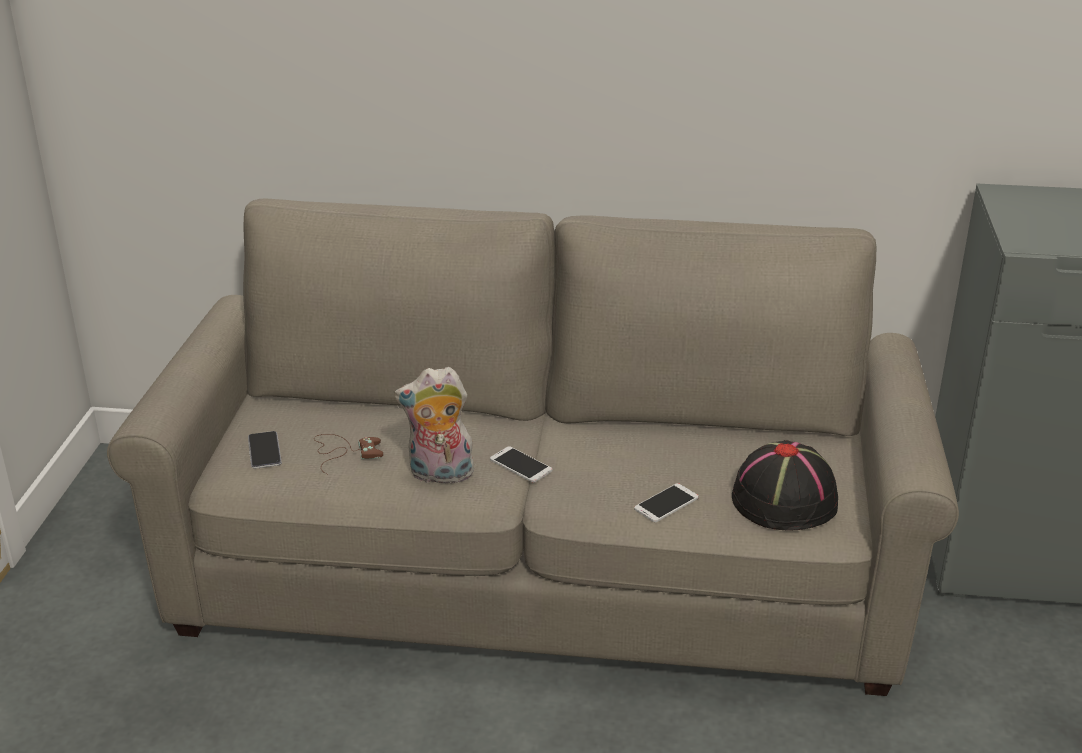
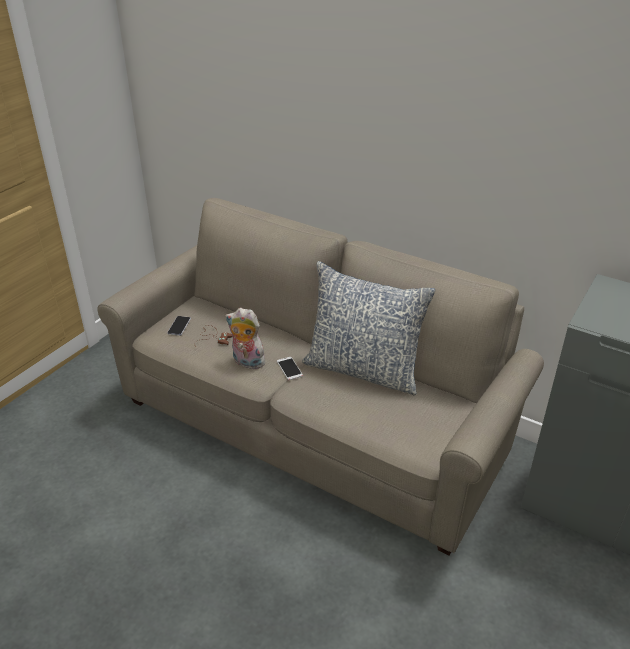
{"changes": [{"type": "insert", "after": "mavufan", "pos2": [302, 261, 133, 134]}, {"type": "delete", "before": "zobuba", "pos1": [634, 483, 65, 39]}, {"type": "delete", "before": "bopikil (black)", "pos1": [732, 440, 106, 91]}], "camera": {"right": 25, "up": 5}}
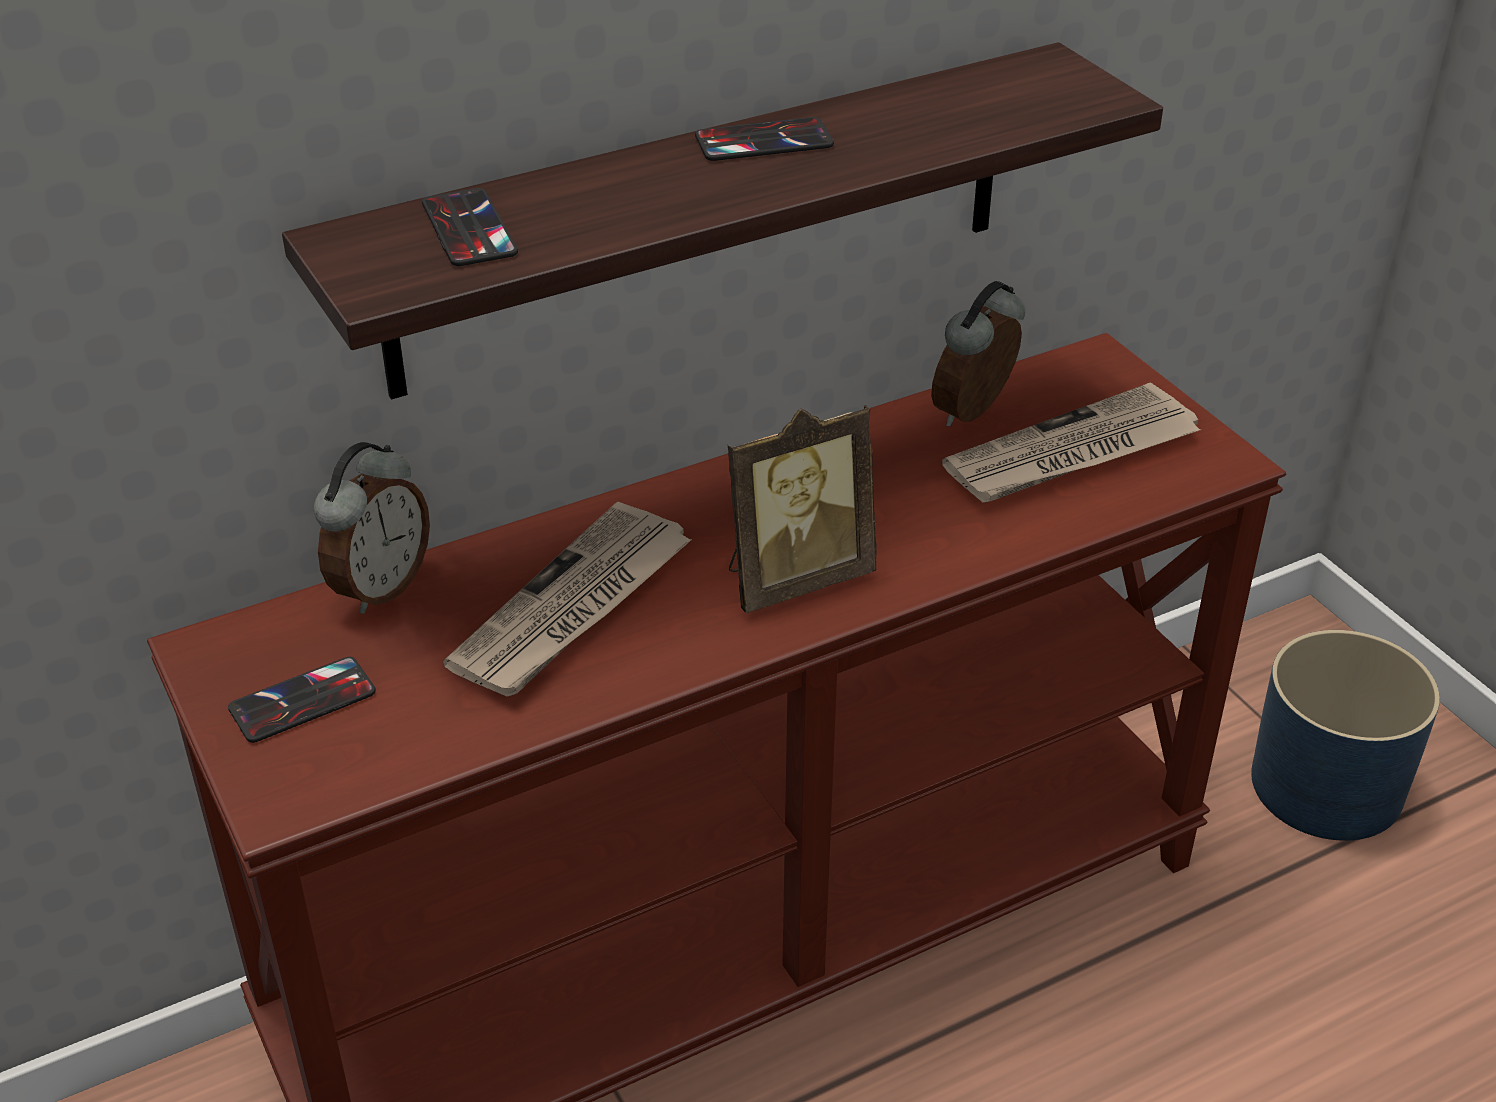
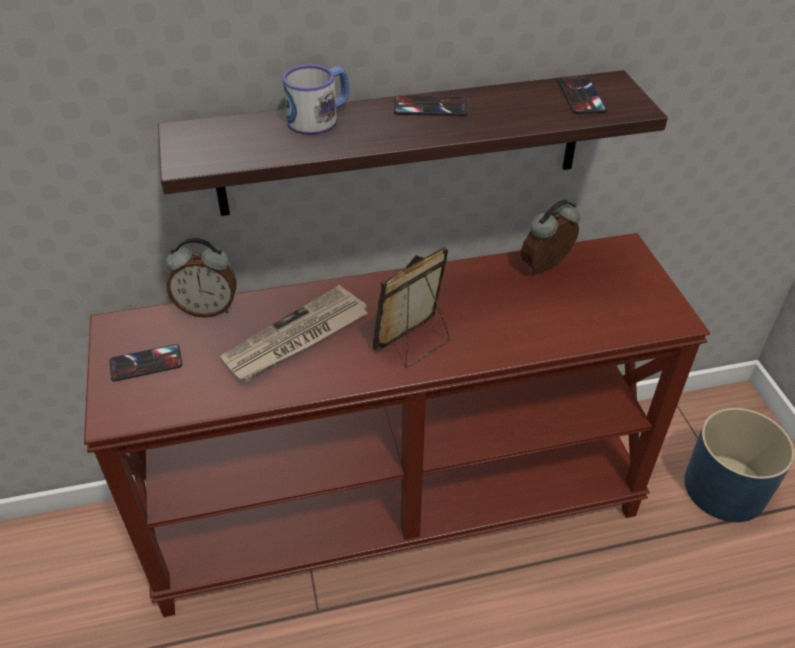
{"changes": [{"type": "rotate", "before": "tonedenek", "pos1": [314, 442, 116, 172], "pos2": [166, 238, 71, 80], "turn": 45}, {"type": "insert", "after": "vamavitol", "pos2": [282, 65, 67, 70]}, {"type": "rotate", "before": "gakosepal", "pos1": [728, 405, 149, 208], "pos2": [373, 247, 77, 121], "turn": 150}, {"type": "move", "before": "zobuba", "pos1": [422, 188, 96, 78], "pos2": [558, 76, 49, 38]}, {"type": "delete", "before": "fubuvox", "pos1": [942, 382, 259, 121]}], "camera": {"right": 15, "up": 5}}
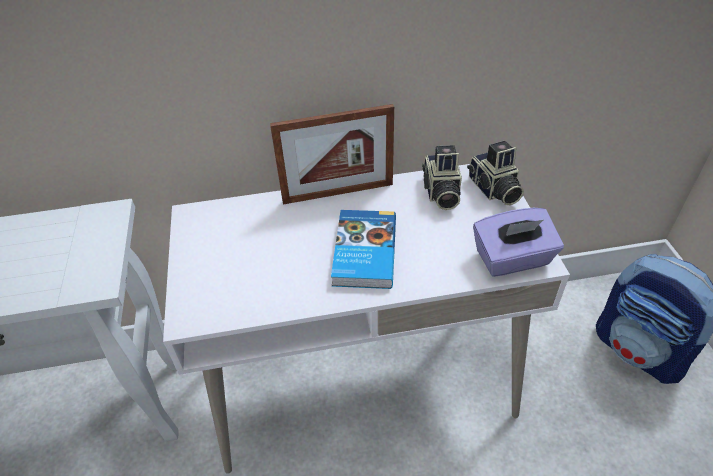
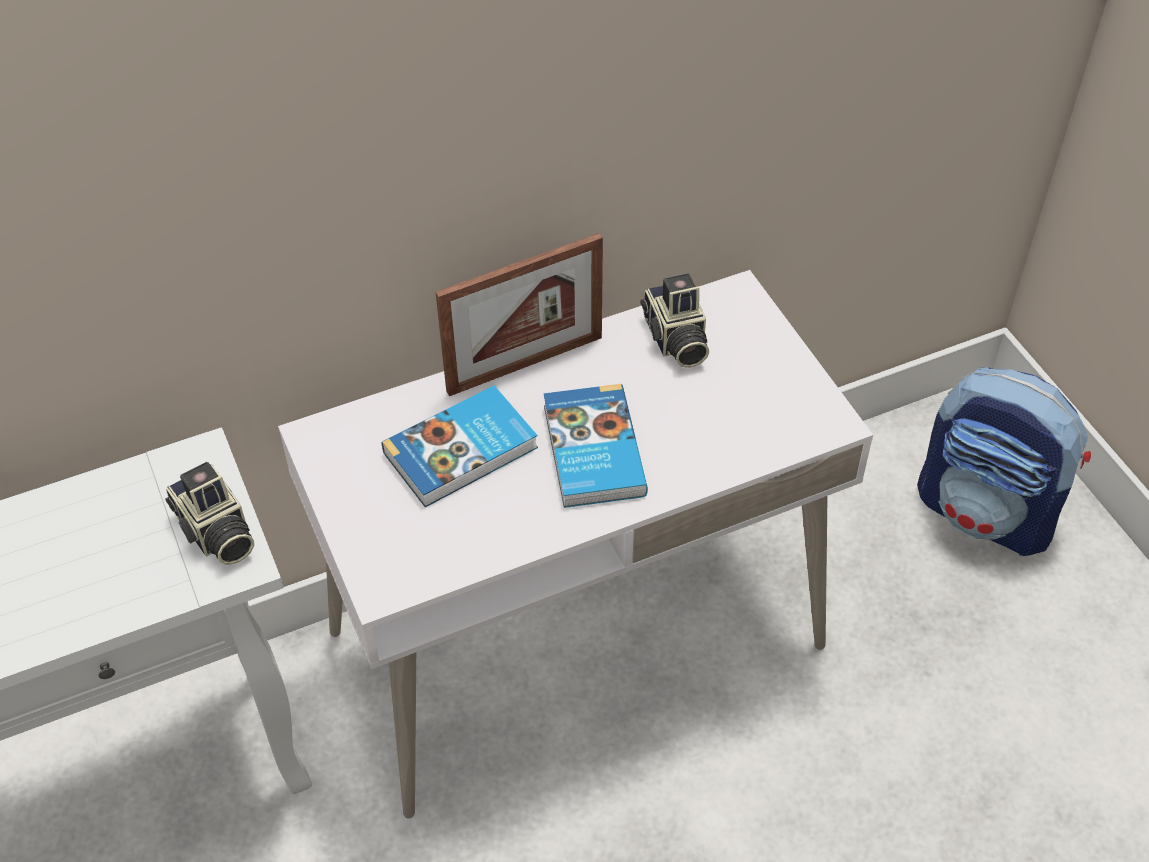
{"changes": [{"type": "move", "before": "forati", "pos1": [467, 141, 57, 64], "pos2": [165, 462, 89, 103]}, {"type": "insert", "after": "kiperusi", "pos2": [382, 385, 156, 122]}, {"type": "delete", "before": "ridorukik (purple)", "pos1": [473, 208, 91, 69]}], "camera": {"right": -15, "up": 5}}
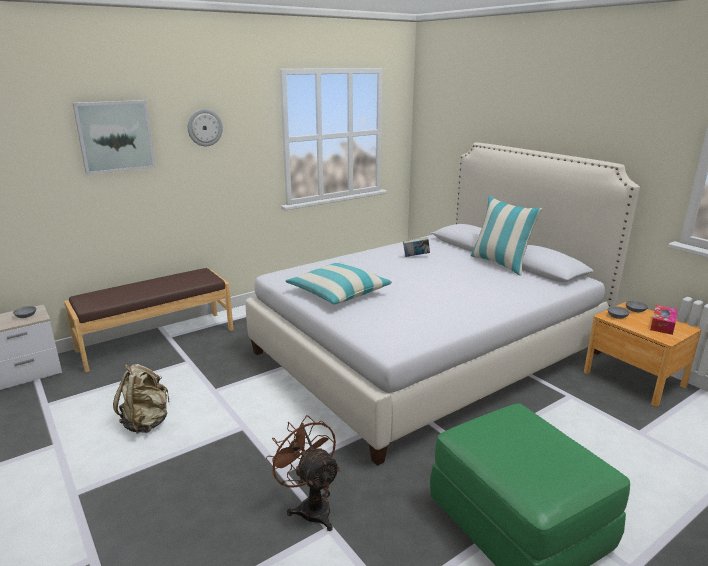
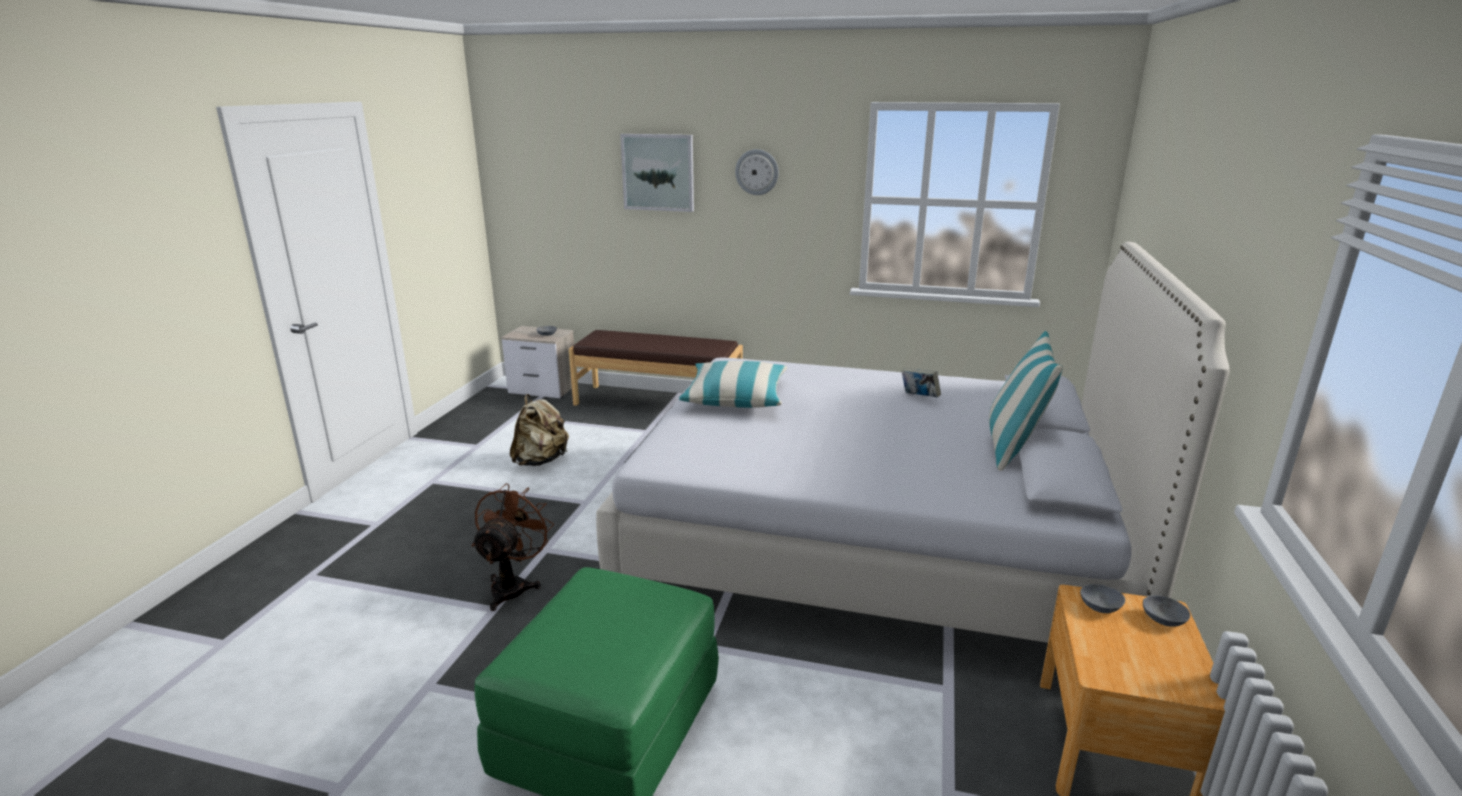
{"changes": [{"type": "delete", "before": "ridorukik", "pos1": [650, 305, 28, 30]}], "camera": {"right": 50, "up": 0}}
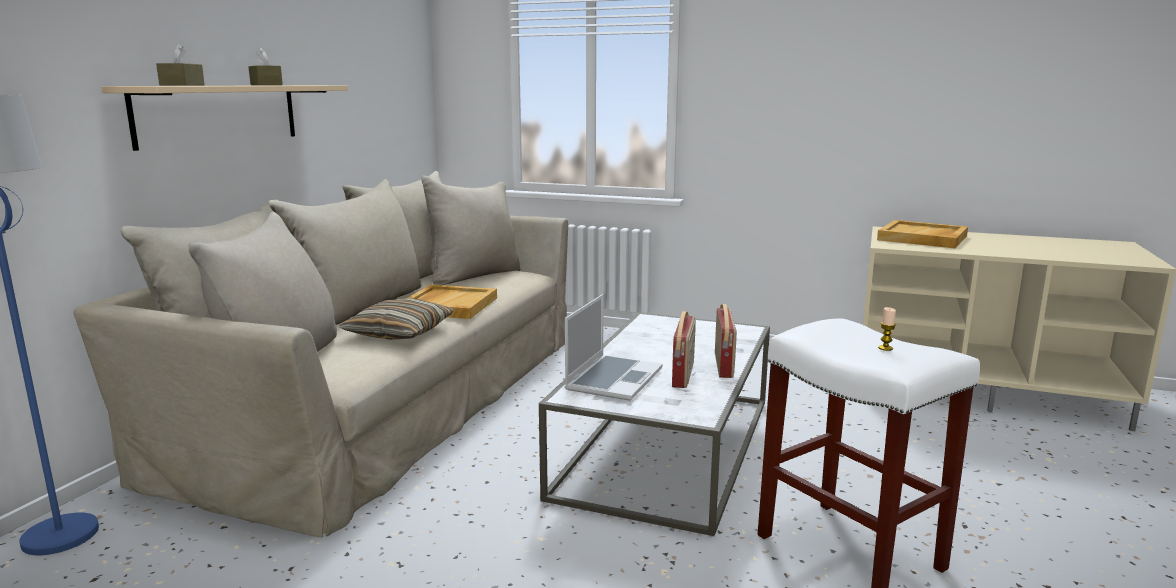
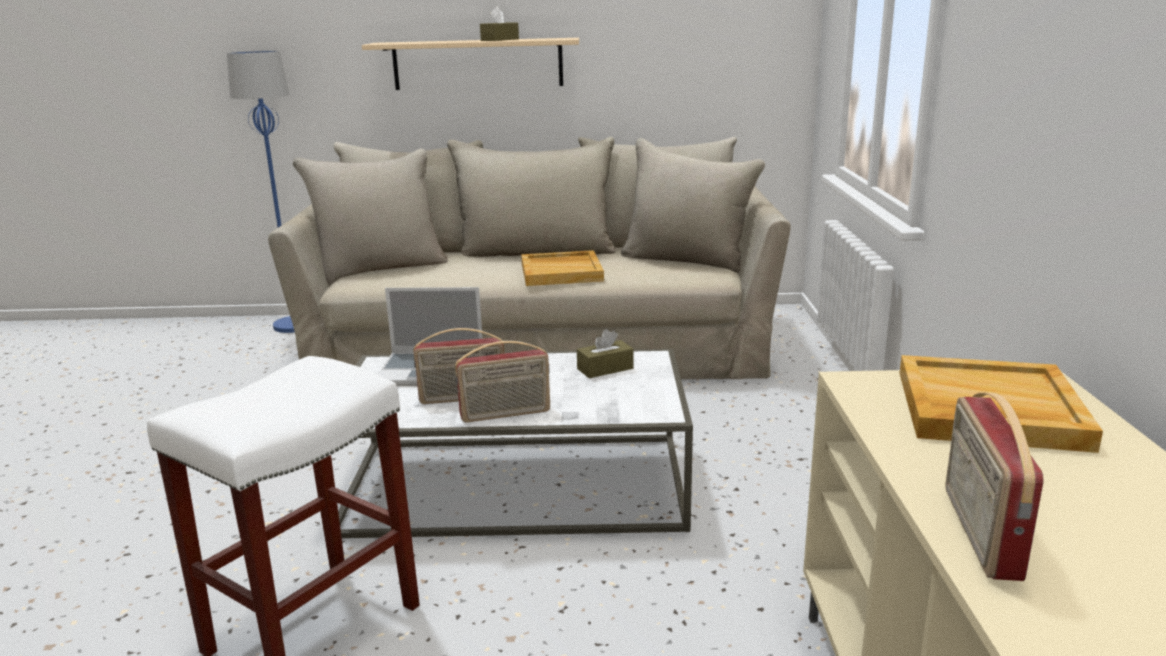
{"changes": [{"type": "move", "before": "ridorukik (brown)", "pos1": [156, 43, 49, 43], "pos2": [577, 329, 57, 49]}, {"type": "insert", "after": "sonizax", "pos2": [945, 393, 99, 188]}, {"type": "delete", "before": "mavufan", "pos1": [339, 298, 115, 42]}, {"type": "delete", "before": "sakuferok", "pos1": [878, 307, 18, 44]}], "camera": {"right": 70, "up": 5}}
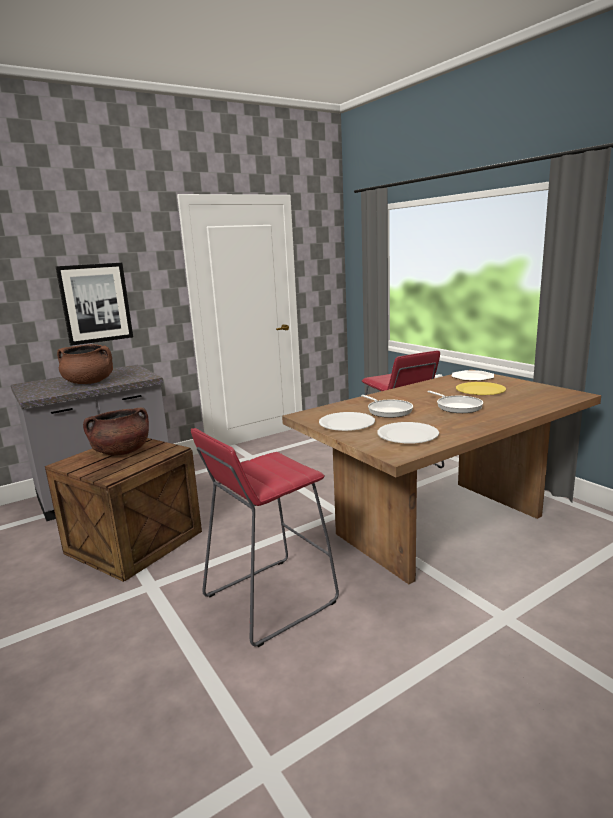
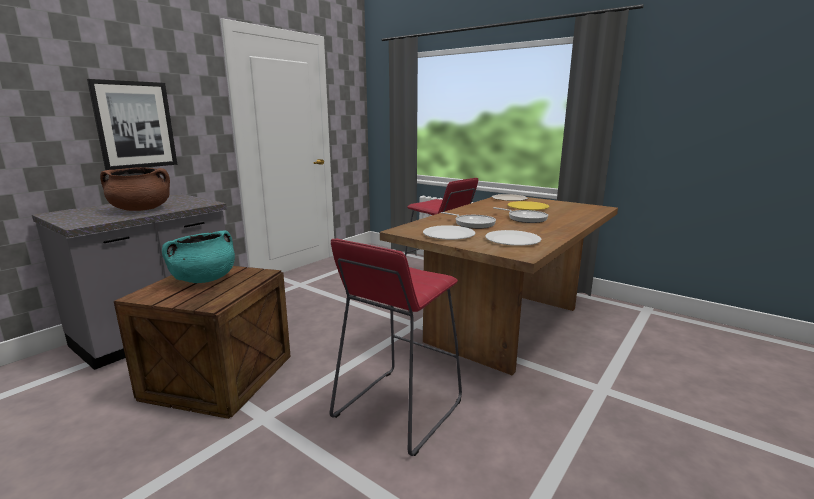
{"changes": [{"type": "recolor", "before": "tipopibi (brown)", "after": "tipopibi (turquoise)", "pos1": [83, 408, 66, 47], "pos2": [162, 231, 73, 52]}], "camera": {"right": -20, "up": 0}}
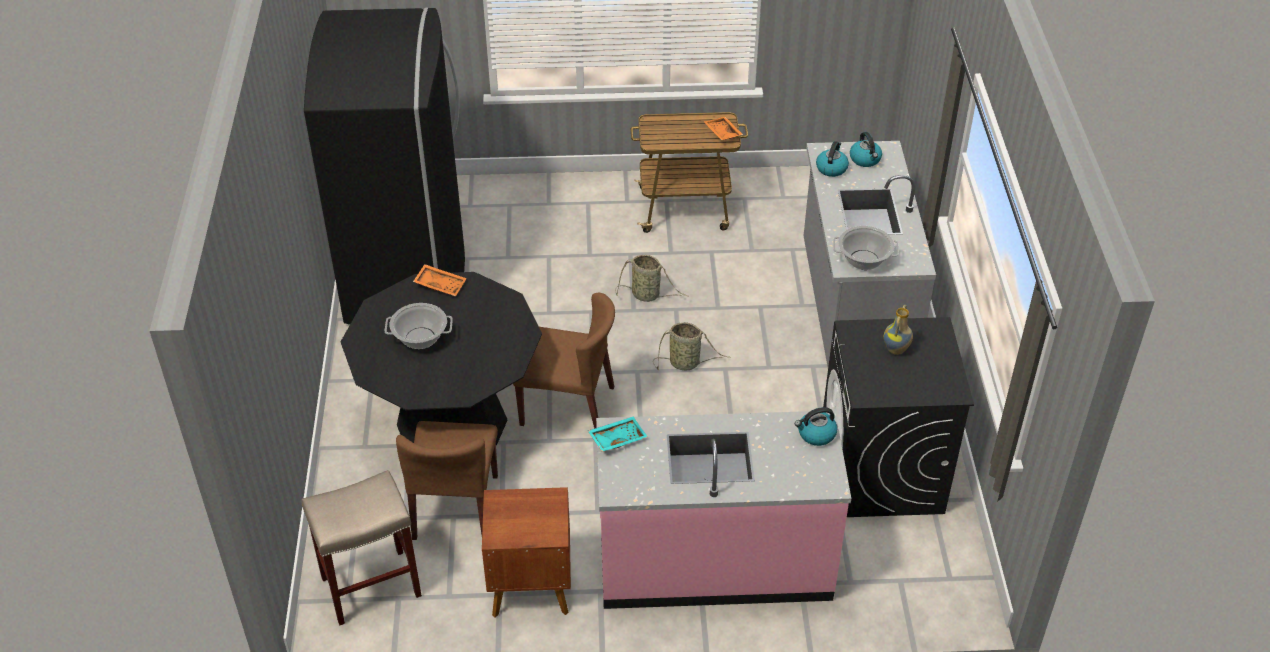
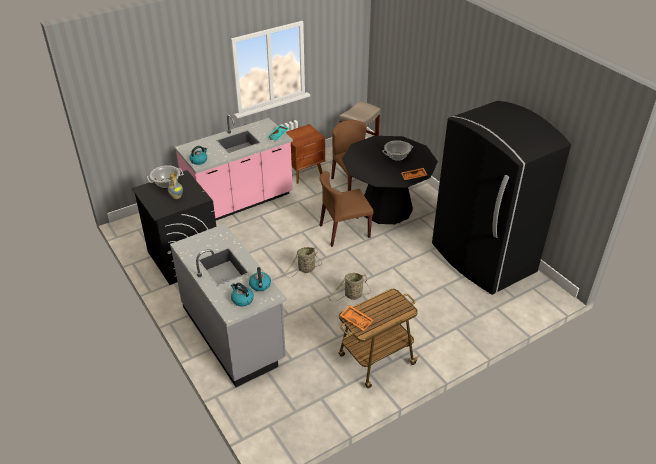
{"changes": [{"type": "move", "before": "tipopibi", "pos1": [833, 226, 66, 44], "pos2": [147, 165, 36, 23]}], "camera": {"right": 150, "up": -5}}
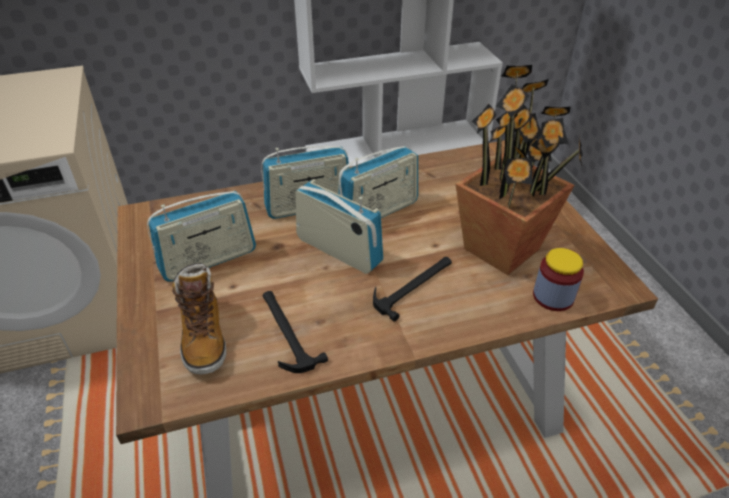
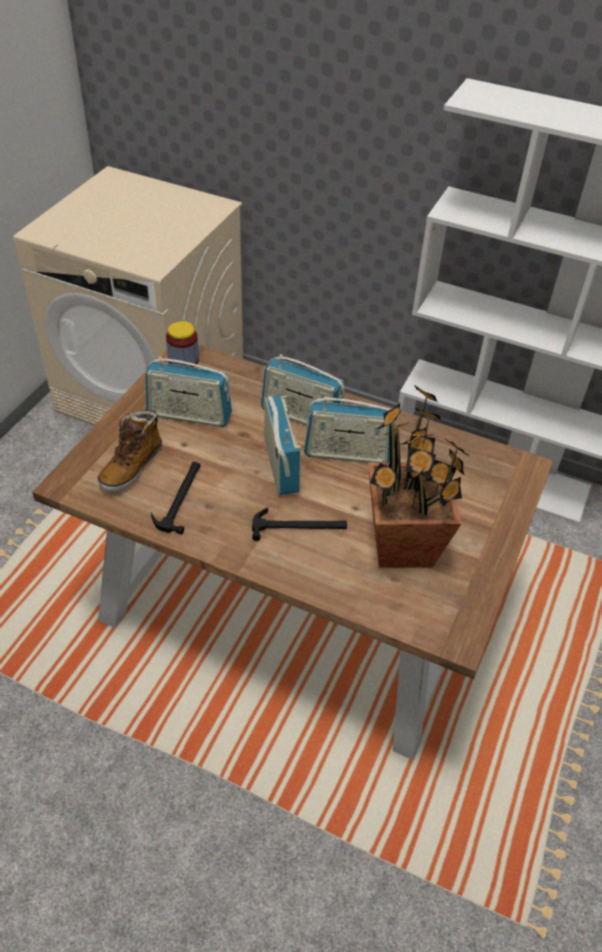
{"changes": [{"type": "move", "before": "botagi", "pos1": [533, 248, 51, 63], "pos2": [166, 321, 33, 46]}], "camera": {"right": 40, "up": 5}}
